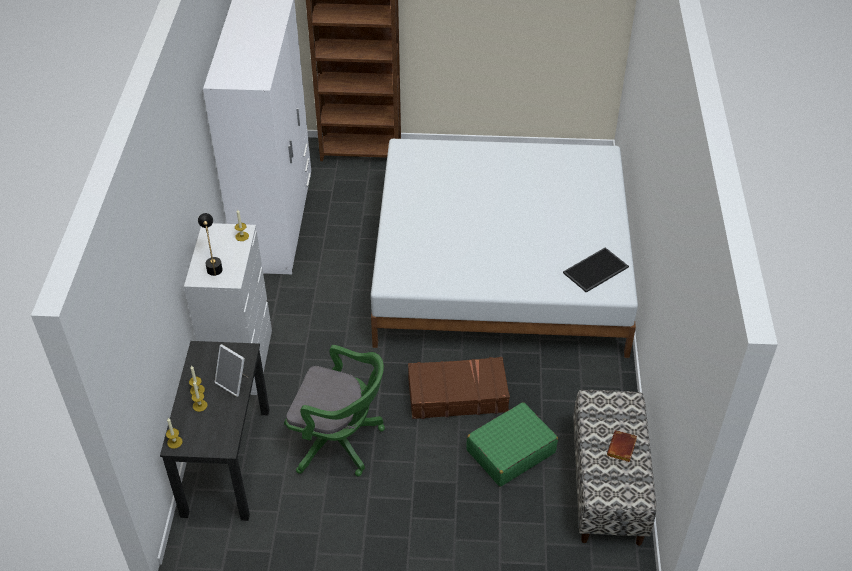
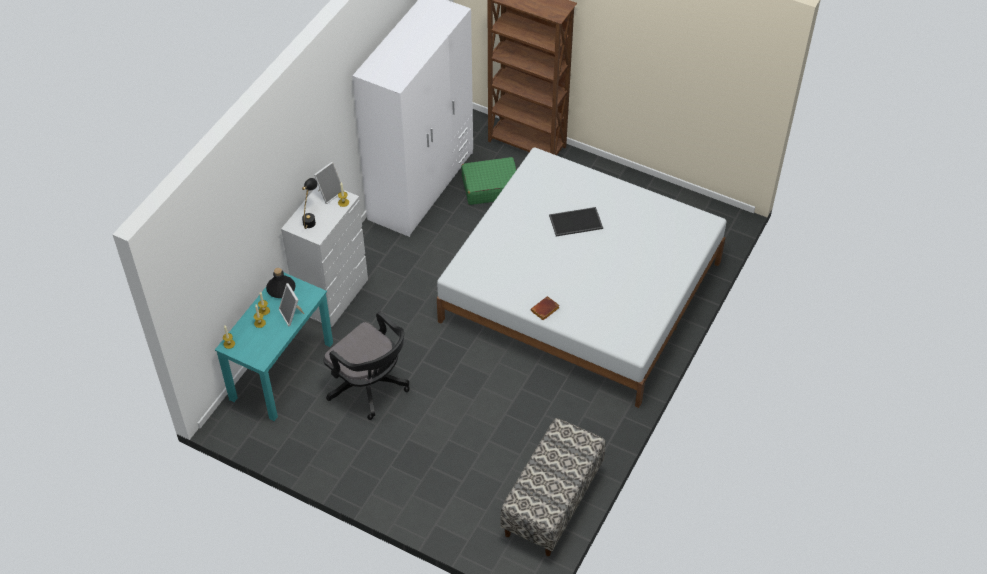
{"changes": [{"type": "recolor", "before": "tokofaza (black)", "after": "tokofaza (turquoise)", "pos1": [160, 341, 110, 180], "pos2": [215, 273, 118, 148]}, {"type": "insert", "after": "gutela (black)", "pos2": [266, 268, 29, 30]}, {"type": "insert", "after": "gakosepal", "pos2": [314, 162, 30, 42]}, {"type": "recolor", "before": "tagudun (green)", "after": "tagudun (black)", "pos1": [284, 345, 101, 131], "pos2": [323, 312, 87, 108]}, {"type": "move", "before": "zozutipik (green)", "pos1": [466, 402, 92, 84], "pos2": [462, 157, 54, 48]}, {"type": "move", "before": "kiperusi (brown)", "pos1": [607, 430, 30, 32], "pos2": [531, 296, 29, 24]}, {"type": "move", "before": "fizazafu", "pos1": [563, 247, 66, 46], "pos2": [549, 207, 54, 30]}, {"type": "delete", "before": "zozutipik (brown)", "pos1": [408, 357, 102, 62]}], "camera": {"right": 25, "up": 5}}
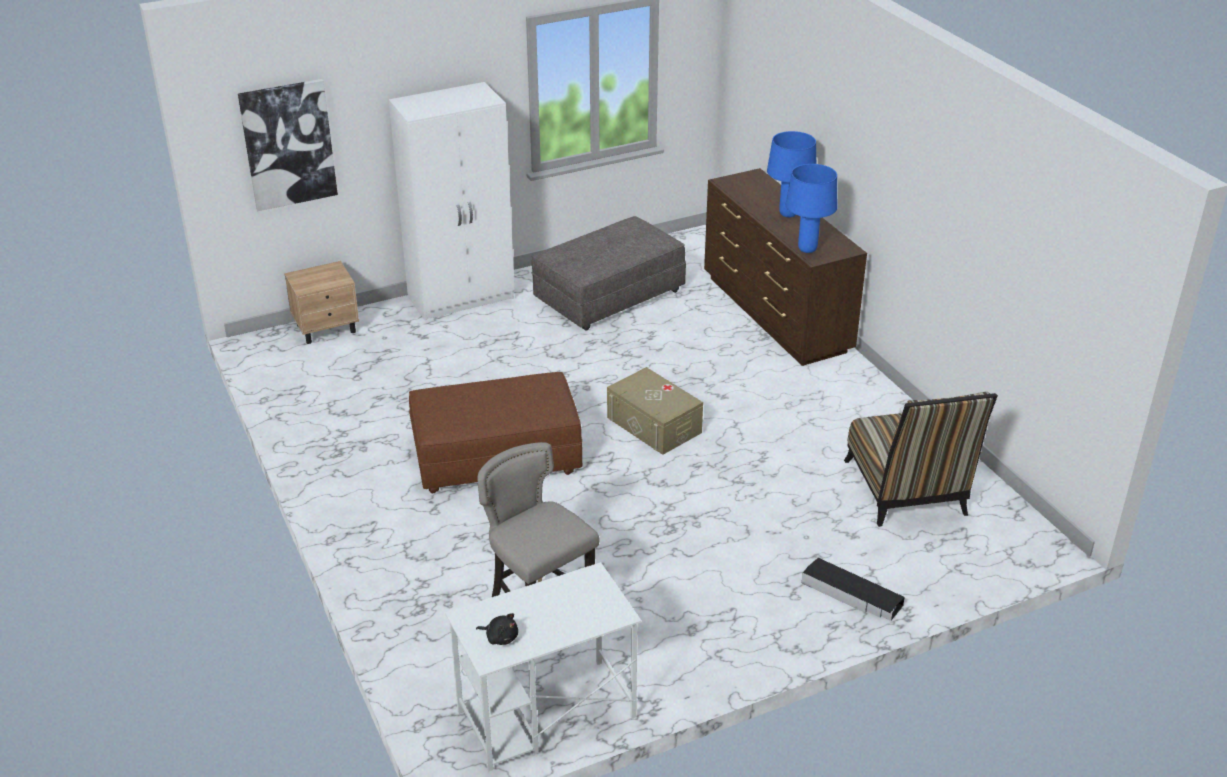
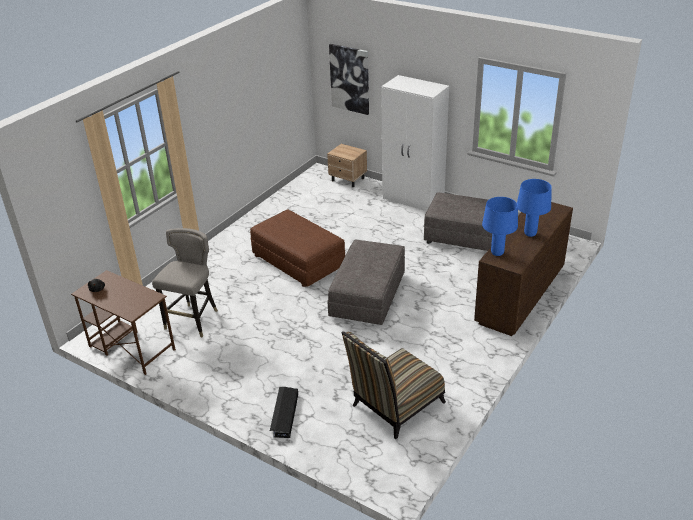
{"changes": [{"type": "recolor", "before": "tokofaza (white)", "after": "tokofaza (brown)", "pos1": [445, 562, 197, 210], "pos2": [71, 270, 105, 105]}, {"type": "replace", "before": "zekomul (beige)", "after": "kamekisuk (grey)", "pos1": [607, 367, 96, 88], "pos2": [327, 240, 78, 85]}], "camera": {"right": 60, "up": 0}}
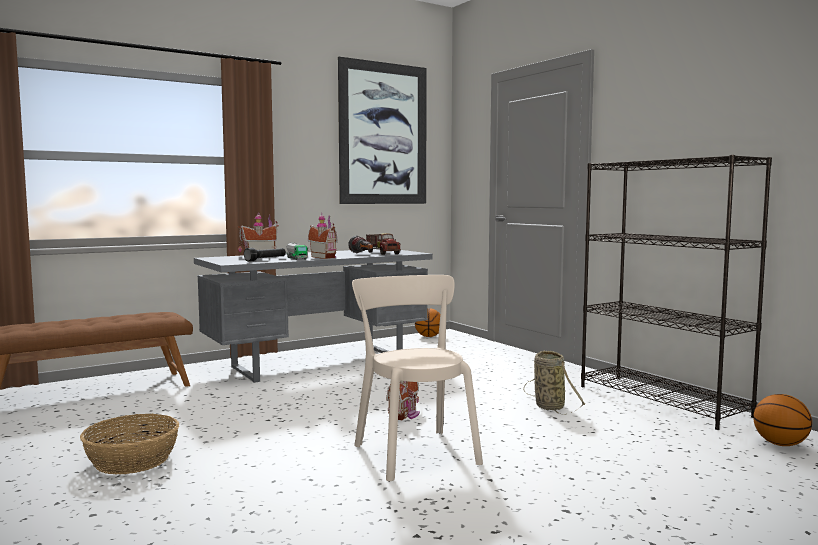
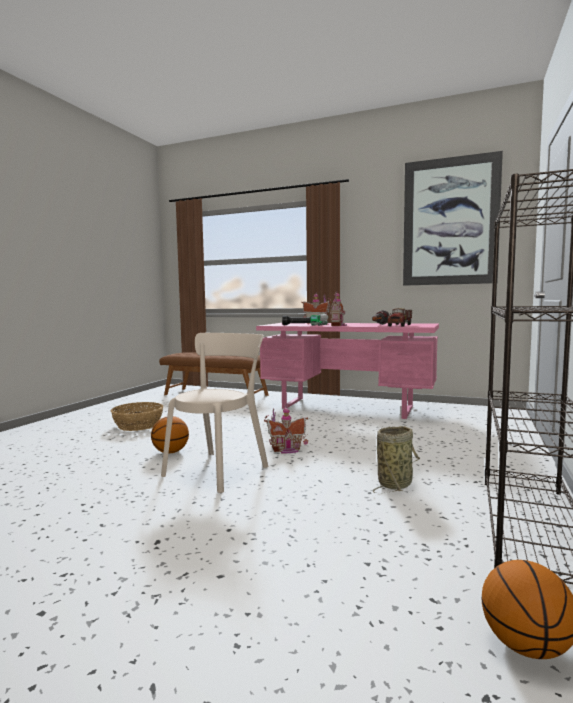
{"changes": [{"type": "move", "before": "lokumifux", "pos1": [415, 308, 25, 29], "pos2": [151, 416, 38, 37]}, {"type": "recolor", "before": "tokofaza (grey)", "after": "tokofaza (pink)", "pos1": [194, 249, 239, 134], "pos2": [256, 323, 183, 96]}], "camera": {"right": 55, "up": 0}}
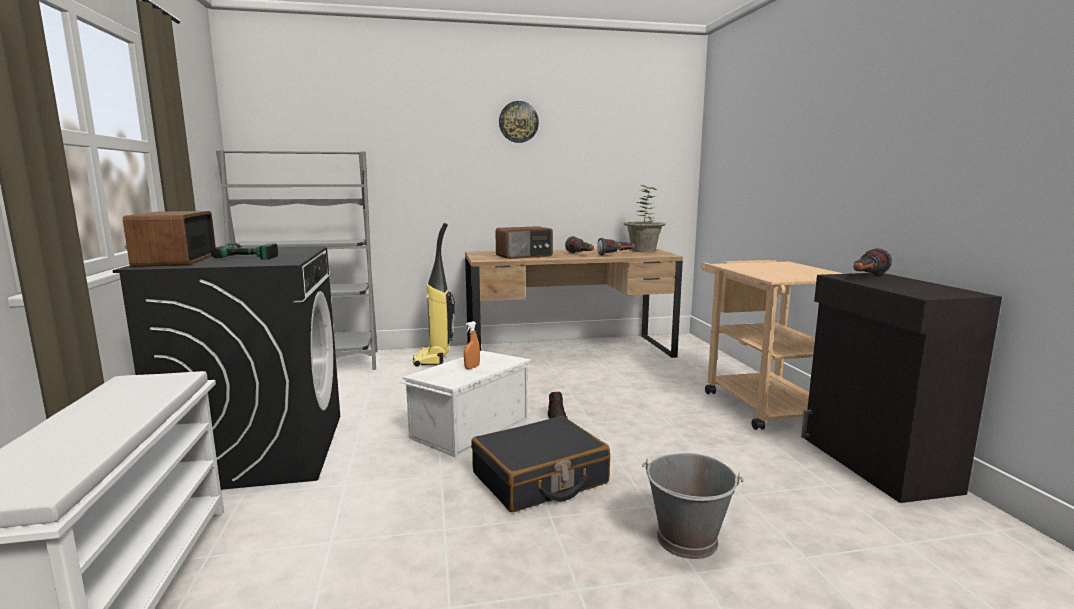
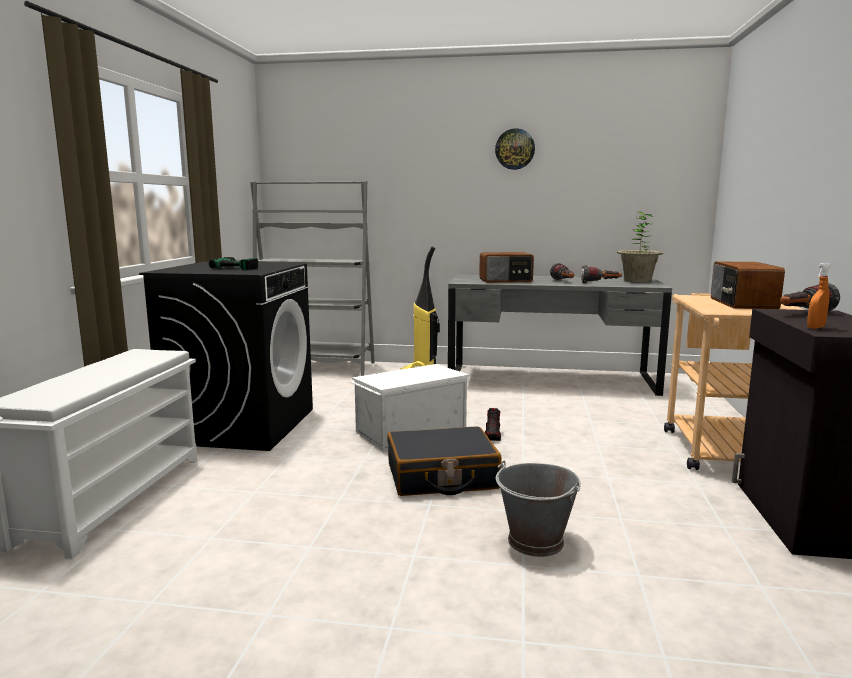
{"changes": [{"type": "recolor", "before": "tokofaza (brown)", "after": "tokofaza (grey)", "pos1": [465, 249, 218, 109], "pos2": [448, 275, 224, 121]}, {"type": "move", "before": "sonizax", "pos1": [123, 211, 93, 56], "pos2": [711, 261, 74, 48]}, {"type": "move", "before": "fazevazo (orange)", "pos1": [464, 321, 16, 48], "pos2": [807, 262, 24, 67]}], "camera": {"right": 20, "up": 0}}
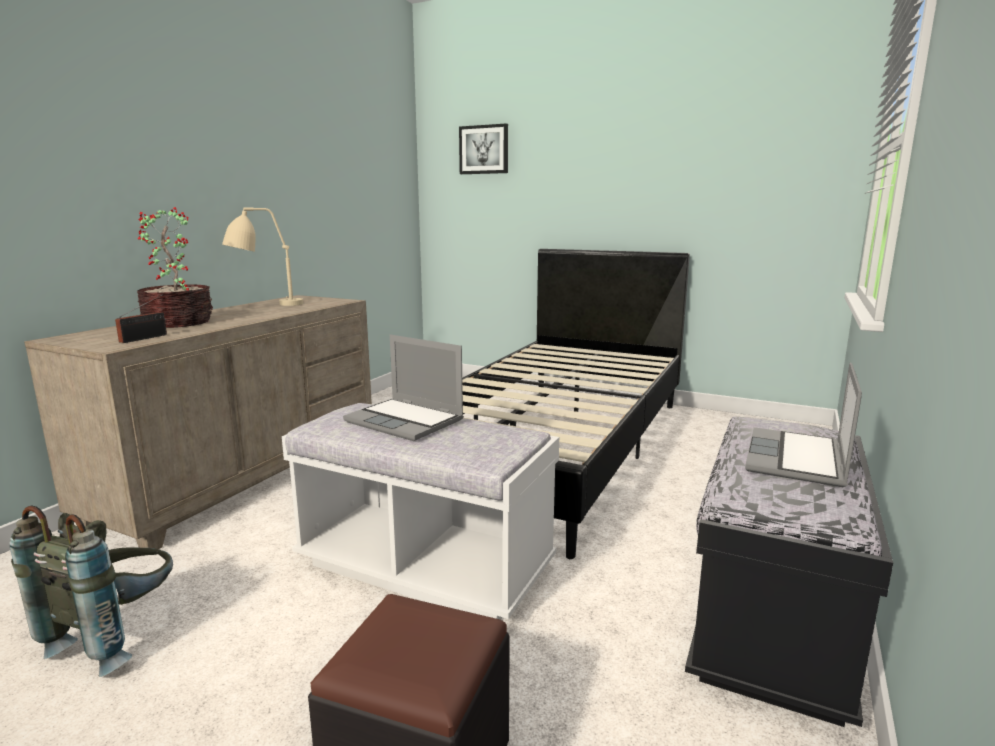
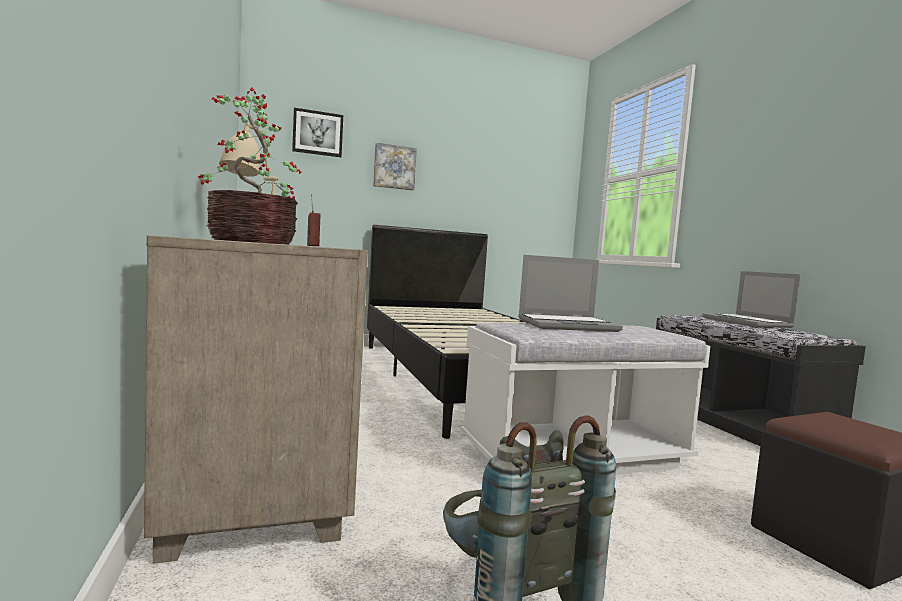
{"changes": [{"type": "insert", "after": "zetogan", "pos2": [373, 143, 44, 47]}], "camera": {"right": -45, "up": -10}}
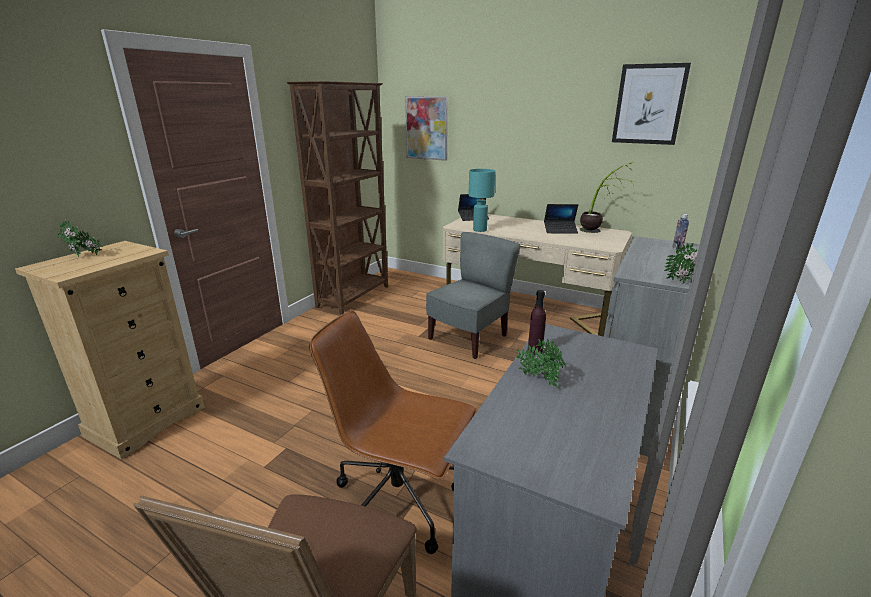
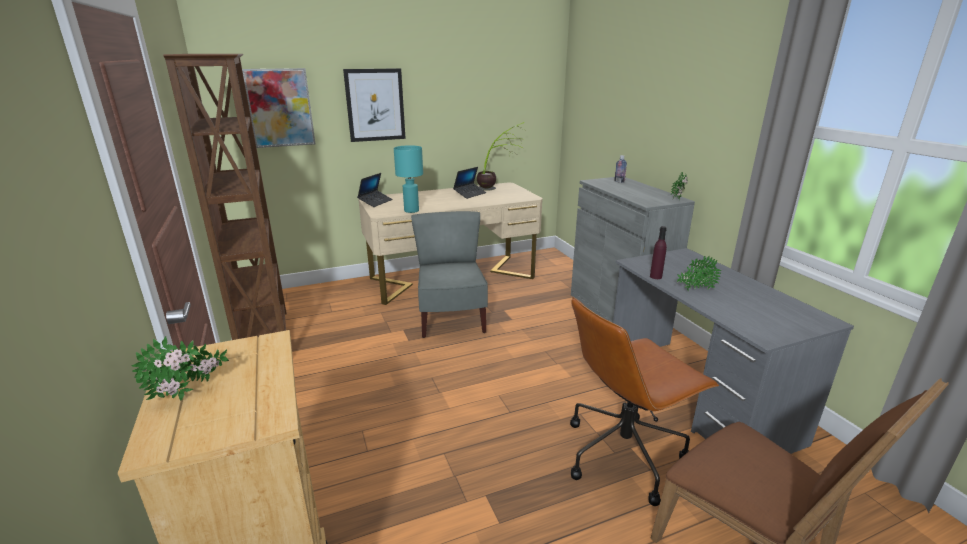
{"changes": [{"type": "move", "before": "zetogan", "pos1": [612, 63, 79, 82], "pos2": [343, 68, 63, 74]}], "camera": {"right": -50, "up": 0}}
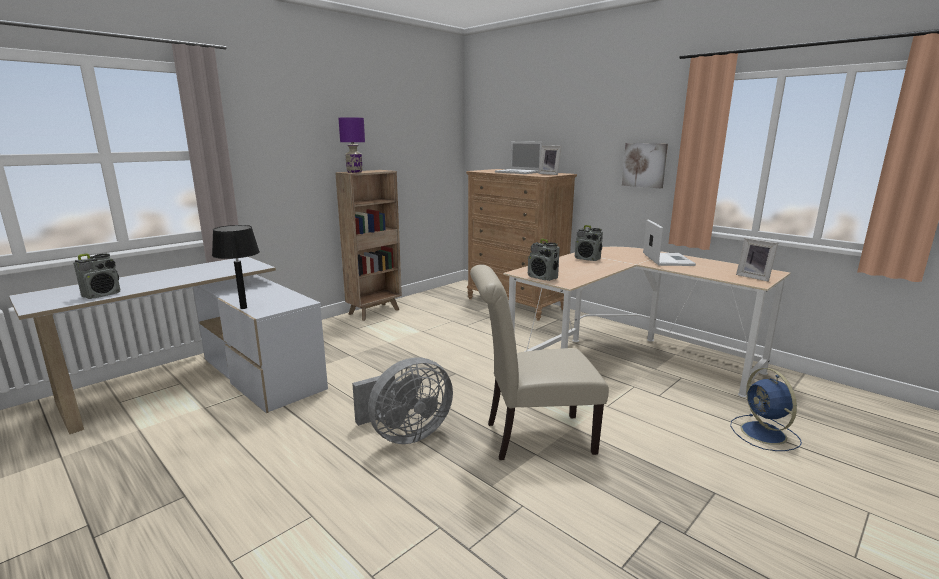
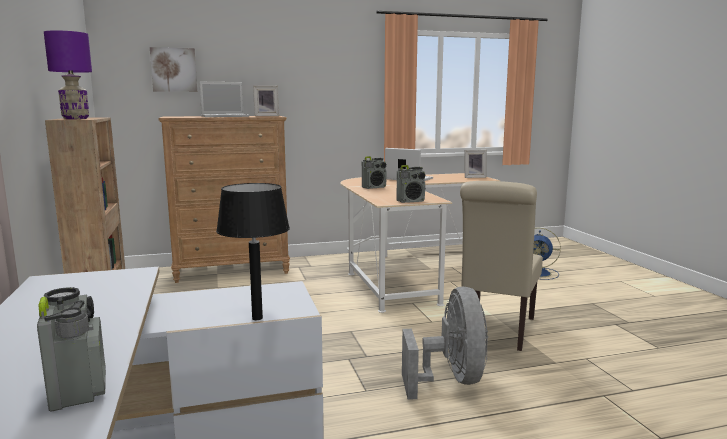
{"changes": [{"type": "move", "before": "zetogan", "pos1": [622, 143, 46, 45], "pos2": [150, 47, 47, 45]}], "camera": {"right": -60, "up": -5}}
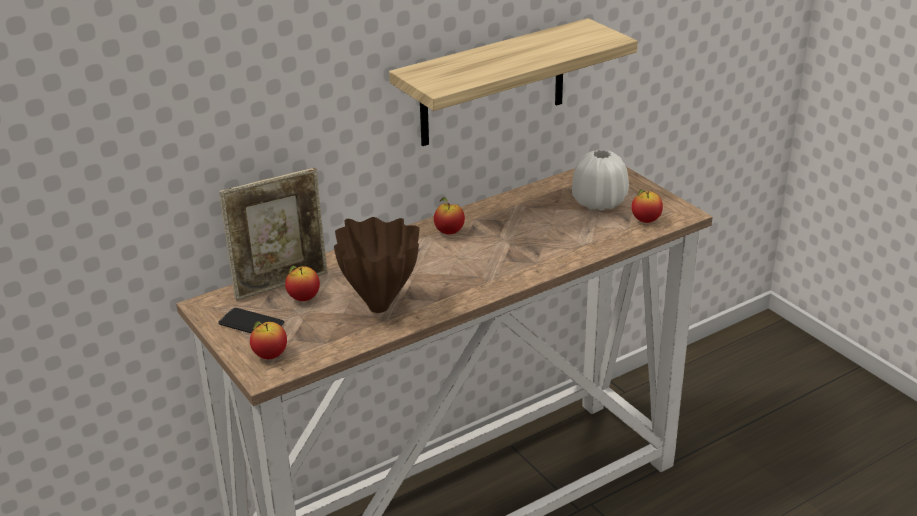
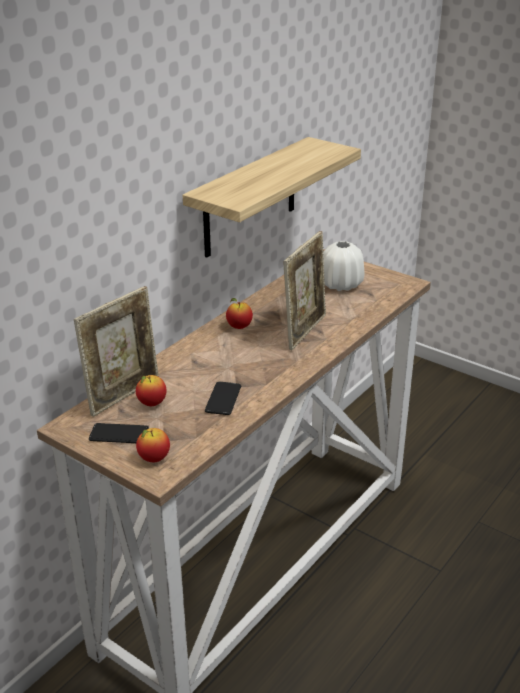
{"changes": [{"type": "replace", "before": "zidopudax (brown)", "after": "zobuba", "pos1": [334, 217, 86, 96], "pos2": [205, 382, 36, 33]}, {"type": "insert", "after": "gakosepal", "pos2": [283, 231, 43, 119]}, {"type": "delete", "before": "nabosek", "pos1": [631, 189, 32, 34]}], "camera": {"right": -20, "up": 0}}
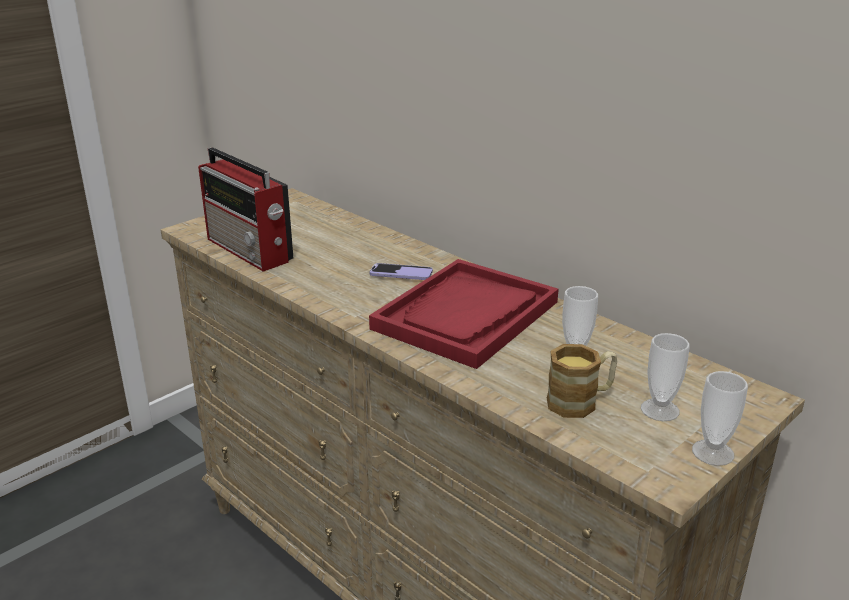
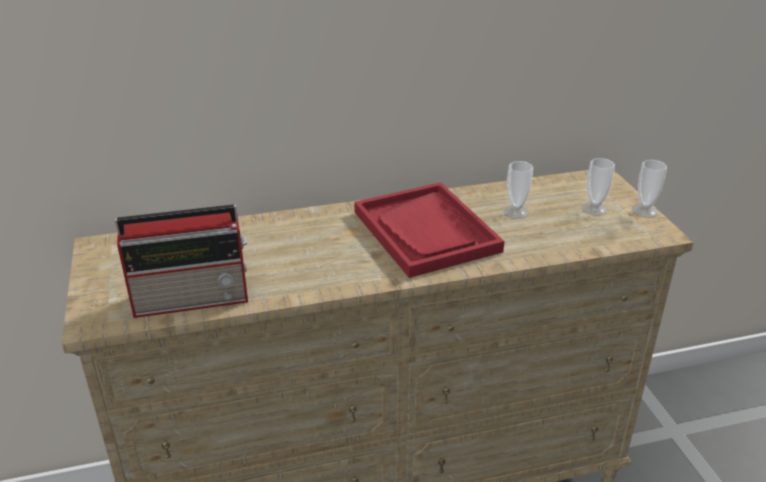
{"changes": [{"type": "delete", "before": "zobuba", "pos1": [370, 263, 63, 17]}, {"type": "delete", "before": "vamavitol", "pos1": [547, 344, 71, 74]}], "camera": {"right": -60, "up": 5}}
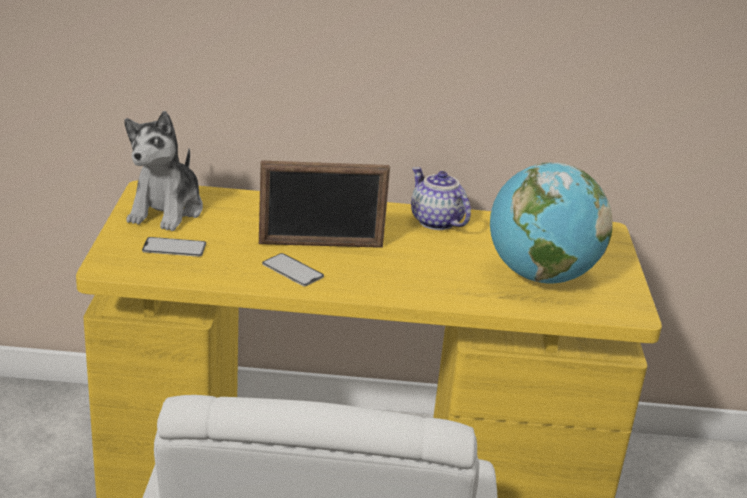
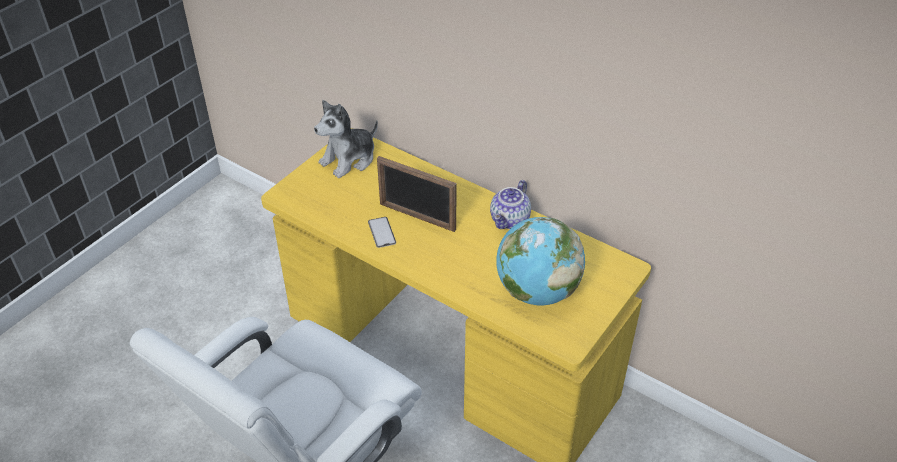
{"changes": [{"type": "rotate", "before": "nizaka", "pos1": [411, 167, 60, 63], "pos2": [490, 180, 41, 49], "turn": -150}, {"type": "delete", "before": "zobuba", "pos1": [142, 237, 64, 20]}], "camera": {"right": 35, "up": 15}}
